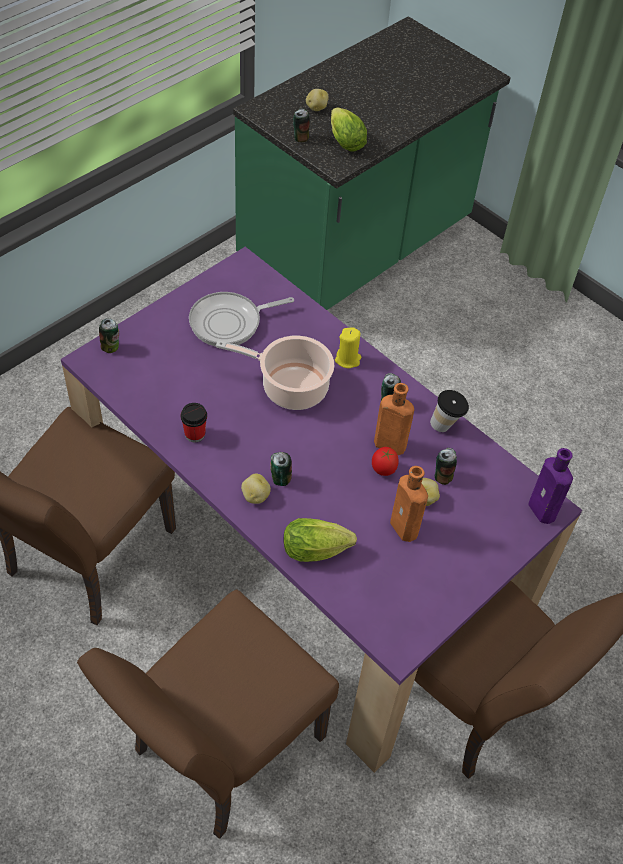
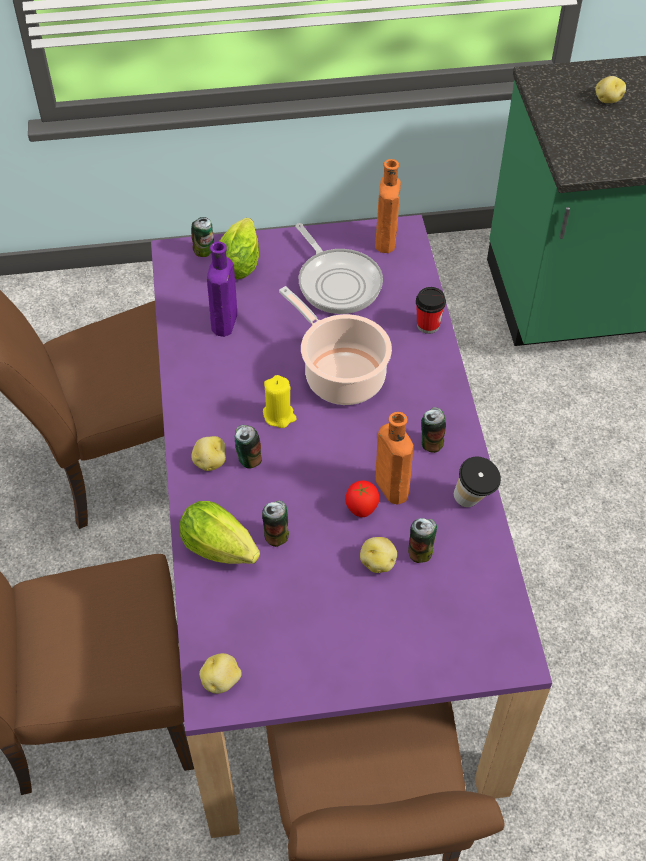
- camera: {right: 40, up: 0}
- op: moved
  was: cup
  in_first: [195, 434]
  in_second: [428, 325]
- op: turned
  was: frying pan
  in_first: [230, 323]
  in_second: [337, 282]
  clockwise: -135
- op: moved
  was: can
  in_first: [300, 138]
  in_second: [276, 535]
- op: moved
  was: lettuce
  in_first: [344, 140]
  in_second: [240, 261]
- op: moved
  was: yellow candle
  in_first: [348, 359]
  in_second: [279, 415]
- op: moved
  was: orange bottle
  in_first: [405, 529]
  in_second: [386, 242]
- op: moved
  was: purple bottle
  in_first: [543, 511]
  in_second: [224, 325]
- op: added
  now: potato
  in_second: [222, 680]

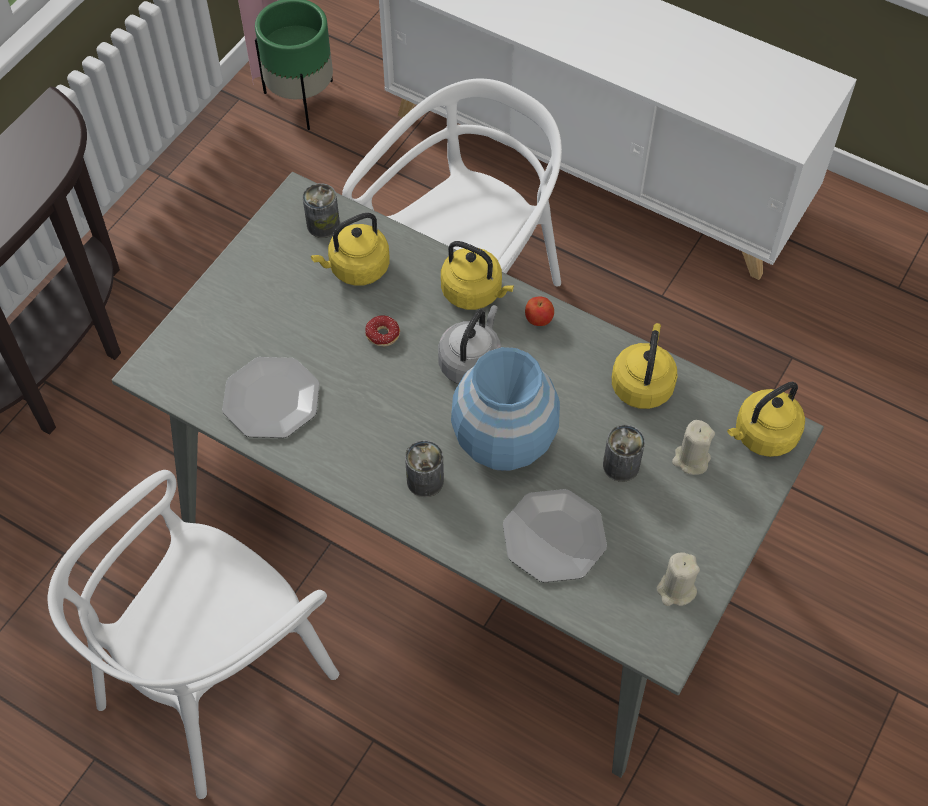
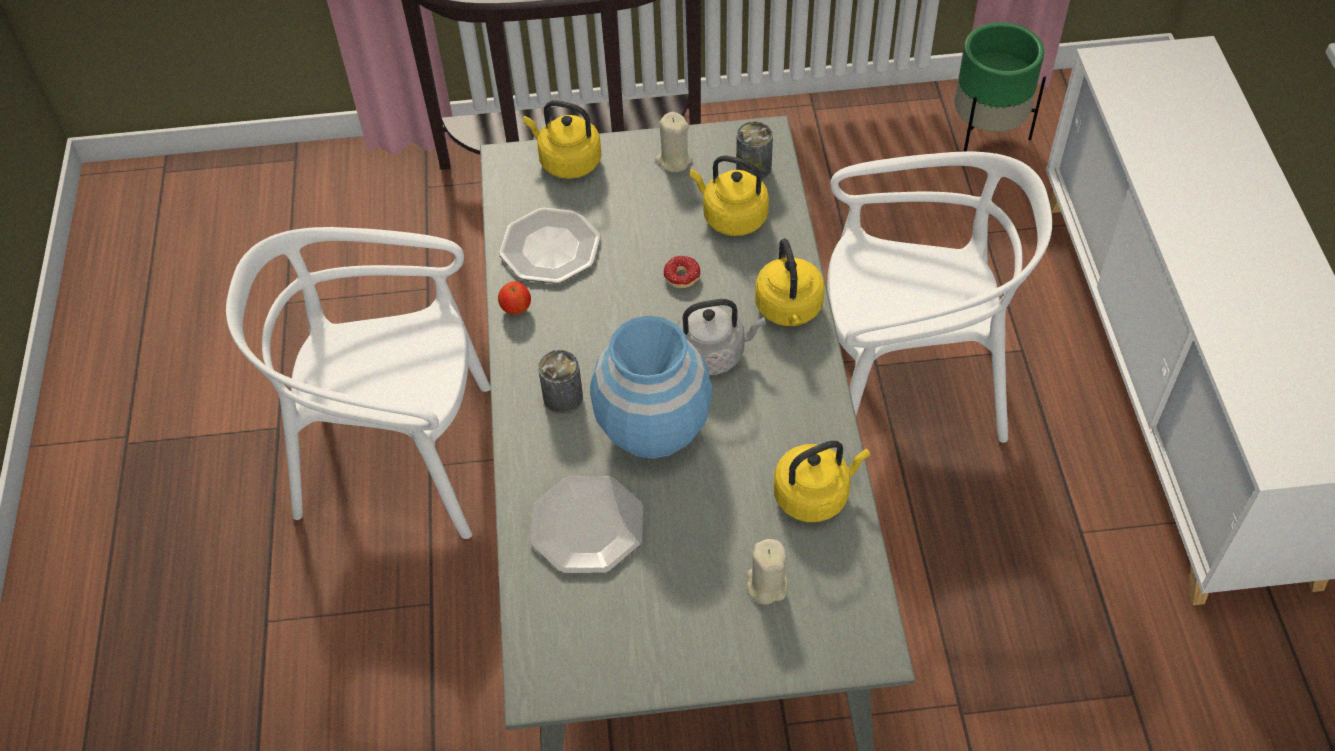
- camera: {right: 55, up: -5}
- op: moved
  was: apple
  in_first: [538, 320]
  in_second: [516, 308]
- op: removed
  was: can
  in_first: [621, 465]
- op: moved
  was: beige candle
  in_first: [676, 590]
  in_second: [673, 160]
- op: moved
  was: yellow kettle
  in_first: [762, 436]
  in_second: [567, 162]

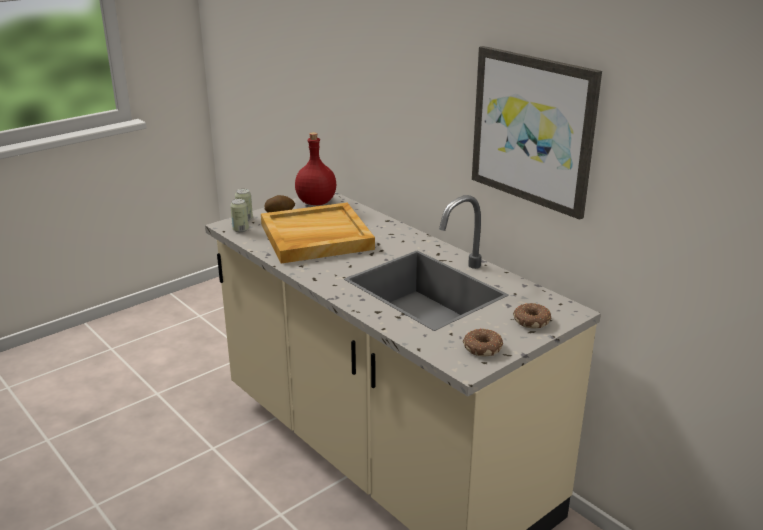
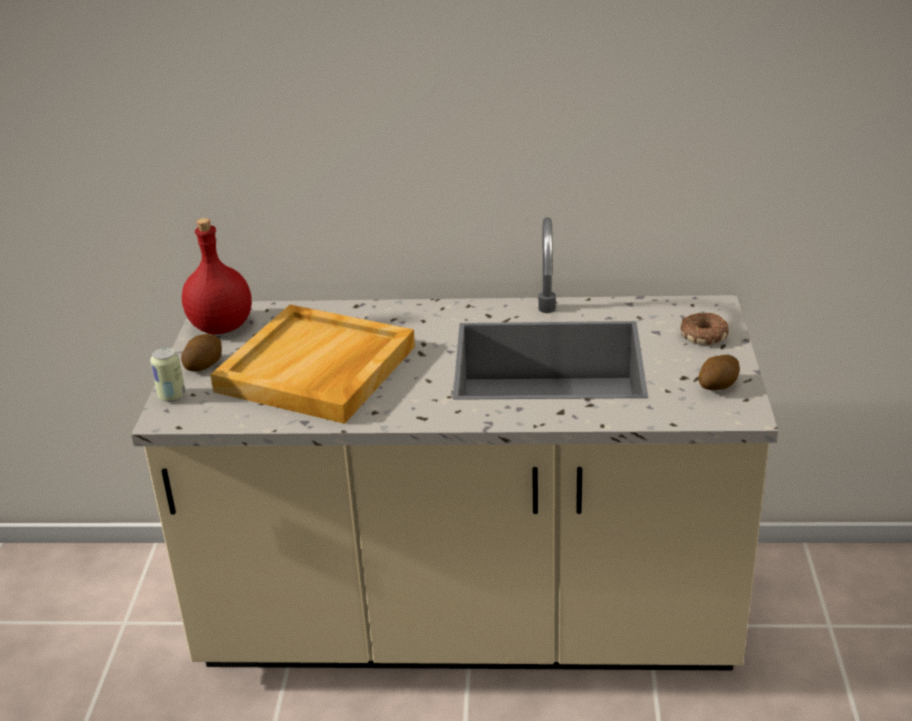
- camera: {right: -45, up: 5}
- op: removed
  was: can
  in_first: [240, 229]
- op: replaced
  was: donut
  now: potato
  in_first: [482, 347]
  in_second: [718, 386]
- op: removed
  was: picture
  in_first: [533, 129]

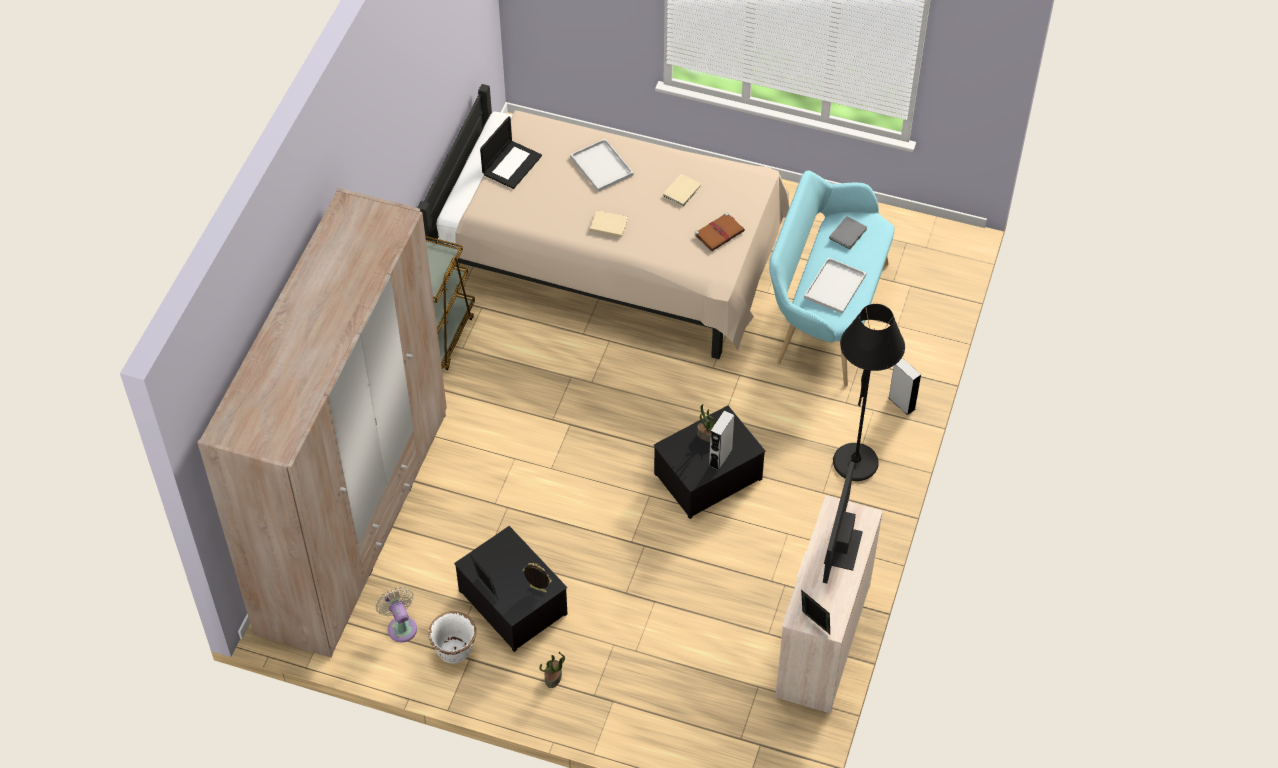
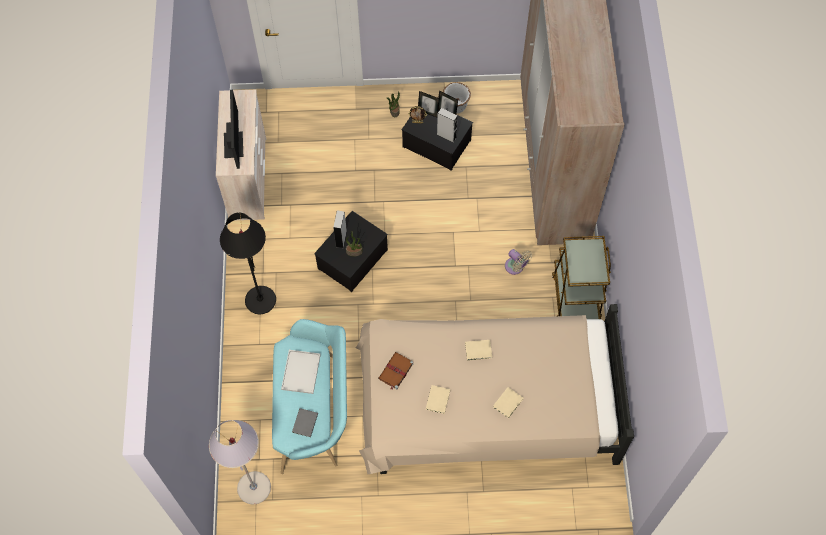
- camera: {right: 160, up: 10}
- op: moved
  was: beige fan
  in_first: [401, 626]
  in_second: [515, 267]
- op: removed
  was: laptop
  in_first: [511, 164]
- op: replaced
  was: white tray
  now: beige book
  in_first: [600, 165]
  in_second: [508, 402]
- op: moved
  was: picture frame
  in_first: [814, 625]
  in_second: [428, 112]
- op: moved
  was: grey speaker
  in_first: [901, 403]
  in_second: [446, 136]
- op: added
  now: grey floor lamp
  in_second: [254, 488]

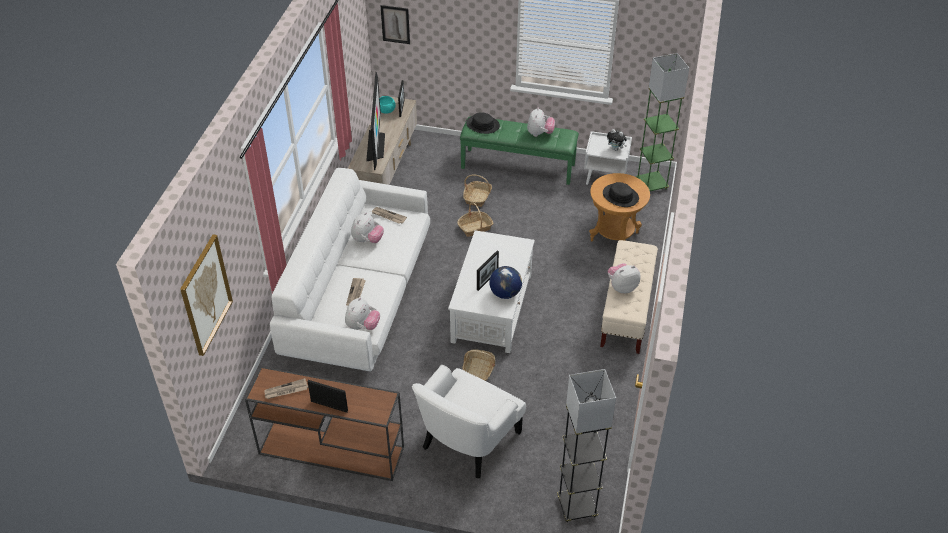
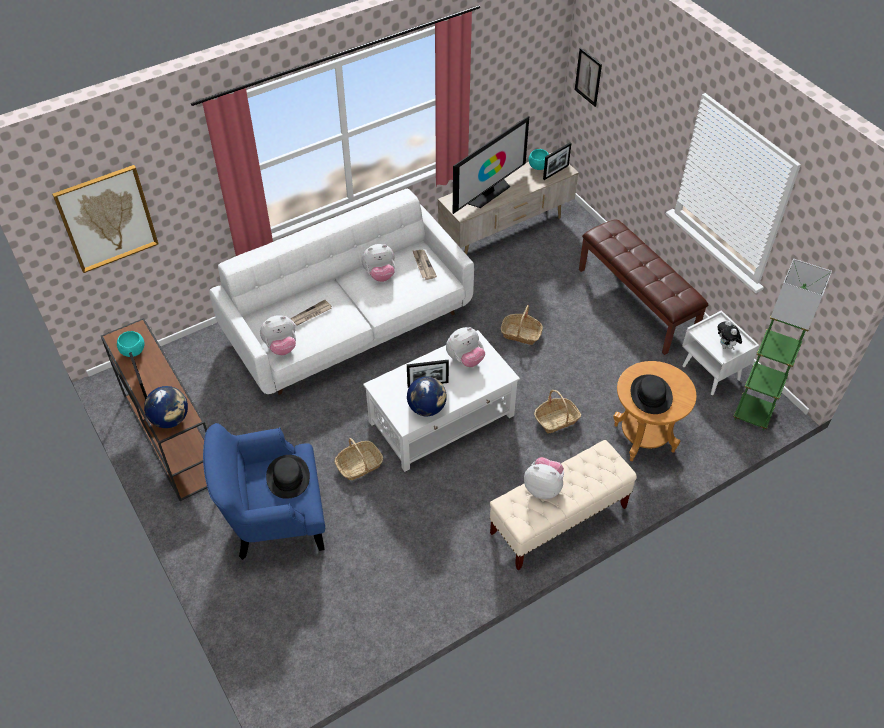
- camera: {right: 45, up: 5}
- op: replaced
  was: newspaper
  now: turquoise bowl
  in_first: [286, 390]
  in_second: [133, 352]
- op: recoloured
  was: white armchair
  now: blue armchair
  in_first: [468, 440]
  in_second: [274, 519]
- op: recoloured
  was: green bench
  now: brown bench
  in_first: [518, 166]
  in_second: [636, 302]
- op: moved
  was: basket
  in_first: [477, 197]
  in_second: [556, 420]
- op: moved
  was: black hat
  in_first: [482, 125]
  in_second: [288, 477]
- op: moved
  was: plush toy
  in_first: [540, 133]
  in_second: [465, 359]
- op: removed
  was: grey floor lamp
  in_first: [577, 507]
- op: added
  now: globe
  in_second: [170, 419]

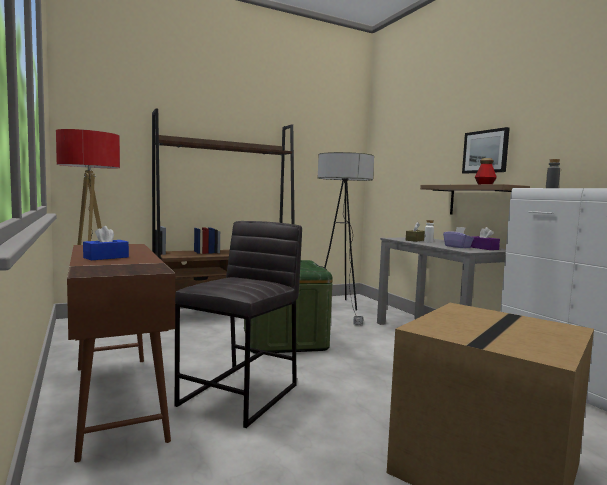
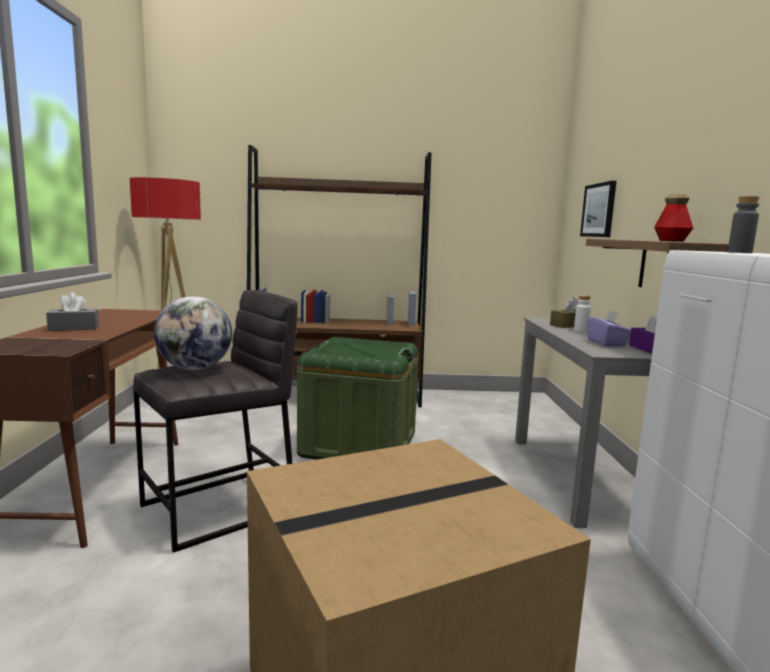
- camera: {right: 25, up: 5}
- op: recoloured
  was: blue tissue box
  now: grey tissue box
  in_first: [106, 257]
  in_second: [74, 328]
- op: removed
  was: floor lamp
  in_first: [340, 309]
- op: moved
  was: picture
  in_first: [485, 151]
  in_second: [599, 210]
- op: added
  now: globe
  in_second: [195, 368]

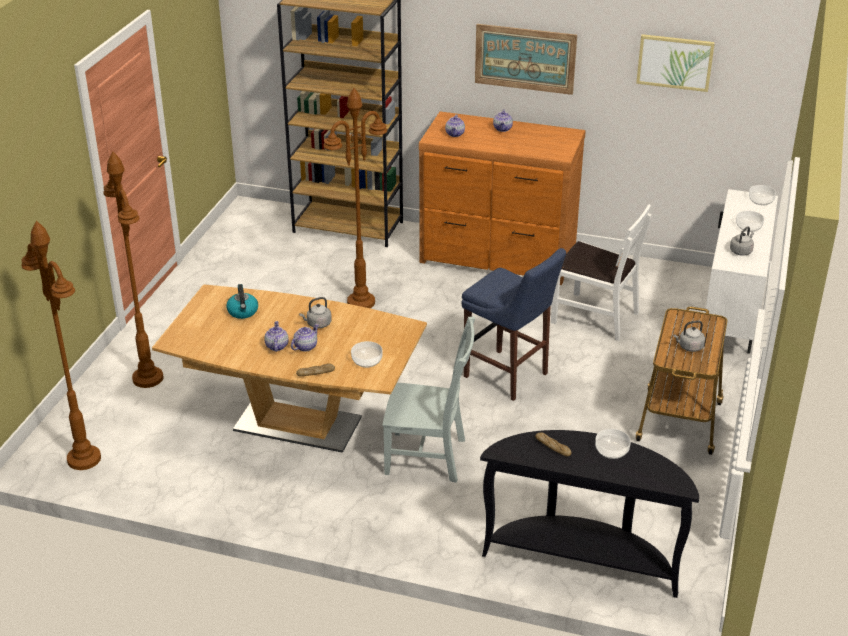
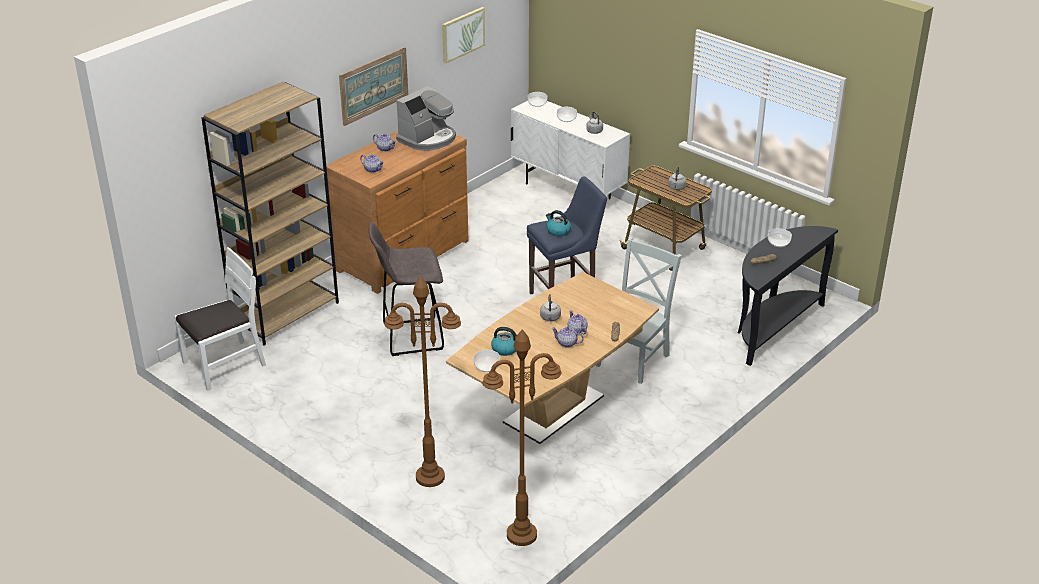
- camera: {right: -65, up: 0}
- op: replaced
  was: brown floor lamp
  now: grey stool
  in_first: [361, 302]
  in_second: [410, 337]
- op: moved
  was: bowl
  in_first: [367, 361]
  in_second: [487, 366]
- op: moved
  was: white chair
  in_first: [595, 317]
  in_second: [224, 364]
- op: added
  now: coffee machine
  in_second: [428, 139]
- op: added
  now: kettle
  in_second: [558, 231]

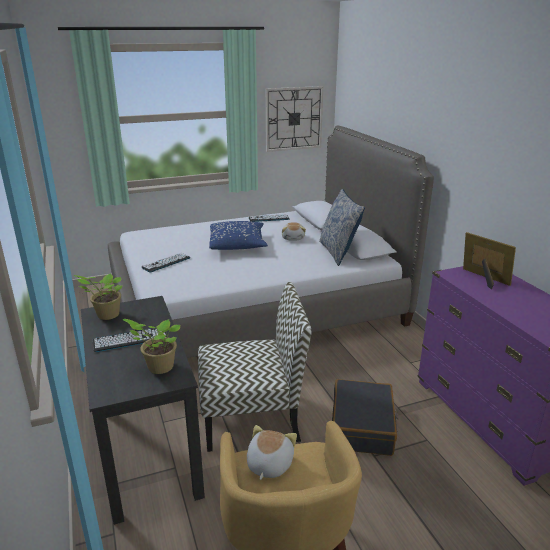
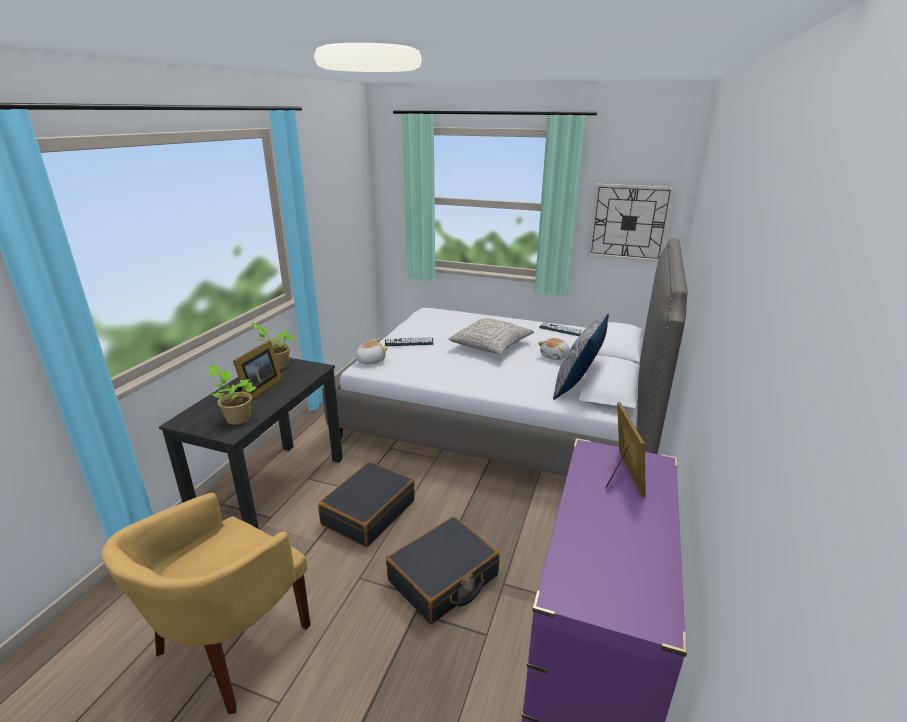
- camera: {right: 40, up: 0}
- op: replaced
  was: keyboard
  now: picture frame
  in_first: [130, 339]
  in_second: [258, 390]
- op: replaced
  was: chair
  now: black suitcase
  in_first: [252, 417]
  in_second: [368, 512]
- op: recoloured
  was: blue pillow
  now: grey pillow
  in_first: [237, 244]
  in_second: [491, 345]
- op: moved
  was: plush toy
  in_first: [268, 464]
  in_second: [370, 360]

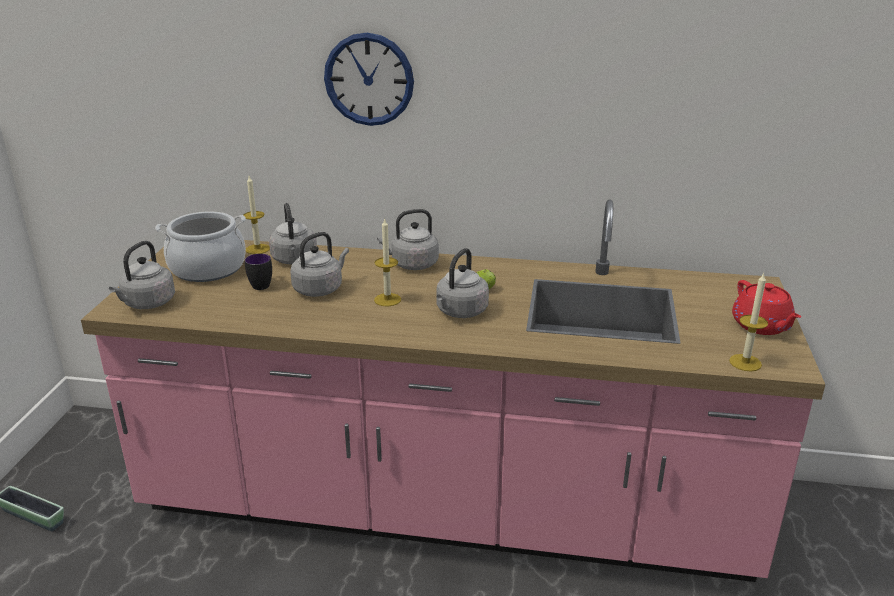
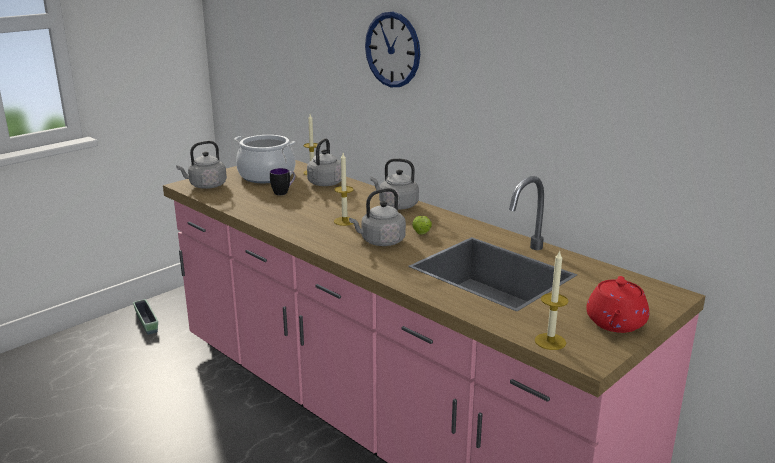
- camera: {right: 35, up: -5}
- op: removed
  was: grey kettle
  in_first: [320, 289]

